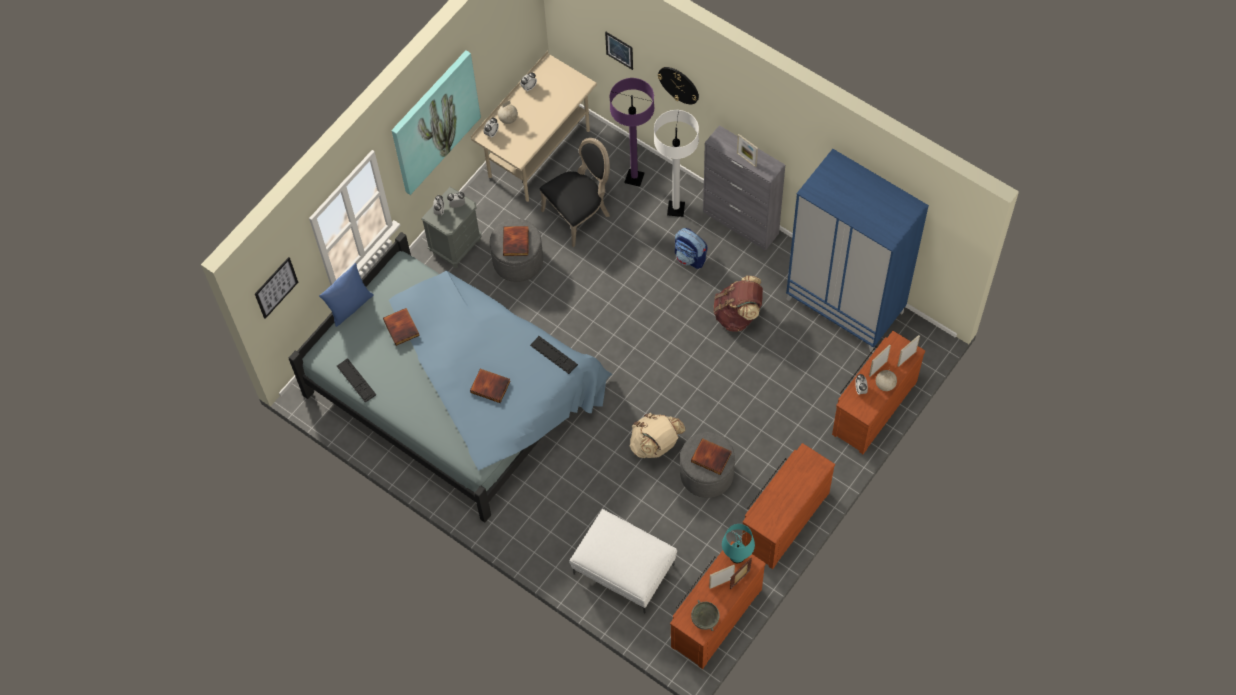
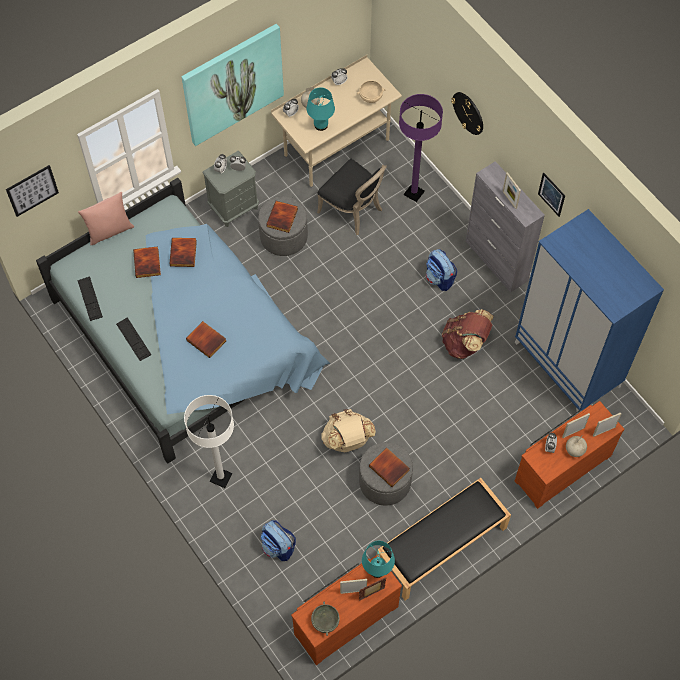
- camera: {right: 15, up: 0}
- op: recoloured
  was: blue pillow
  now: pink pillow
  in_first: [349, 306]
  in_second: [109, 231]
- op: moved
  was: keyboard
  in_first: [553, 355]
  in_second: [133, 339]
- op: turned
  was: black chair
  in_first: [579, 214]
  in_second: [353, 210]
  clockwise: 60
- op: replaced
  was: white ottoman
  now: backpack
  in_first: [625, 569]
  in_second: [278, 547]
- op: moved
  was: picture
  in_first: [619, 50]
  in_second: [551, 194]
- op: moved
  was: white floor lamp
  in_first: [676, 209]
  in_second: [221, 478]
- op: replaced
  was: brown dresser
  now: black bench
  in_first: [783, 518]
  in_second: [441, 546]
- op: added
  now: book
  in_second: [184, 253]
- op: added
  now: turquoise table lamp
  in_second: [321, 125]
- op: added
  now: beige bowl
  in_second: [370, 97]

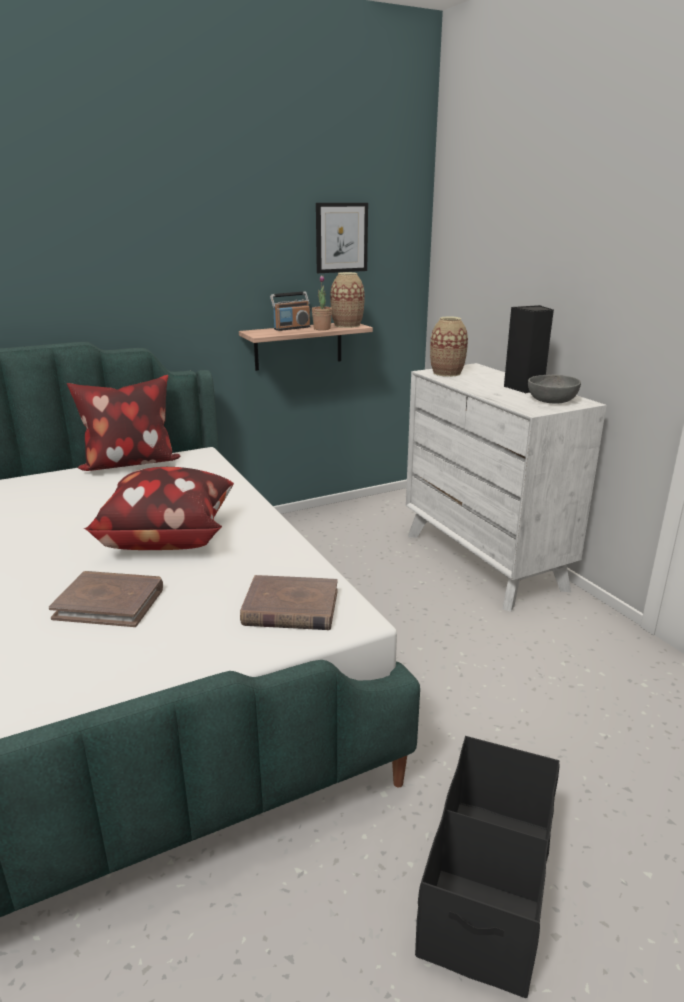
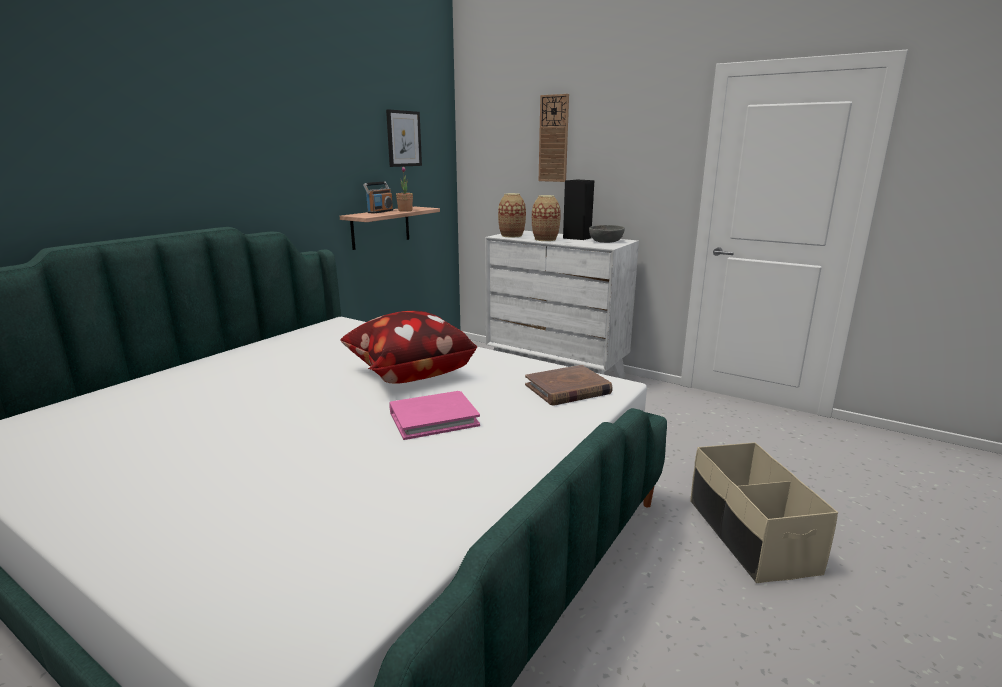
- camera: {right: -30, up: -5}
- op: recoloured
  was: brown book
  now: pink book
  in_first: [110, 602]
  in_second: [433, 418]
- op: removed
  was: pillow
  in_first: [129, 464]
- op: moved
  was: vase
  in_first: [347, 325]
  in_second: [545, 239]
- op: recoloured
  was: black storage box
  now: beige storage box
  in_first: [486, 887]
  in_second: [750, 535]
- op: added
  now: wall clock
  in_second: [553, 139]

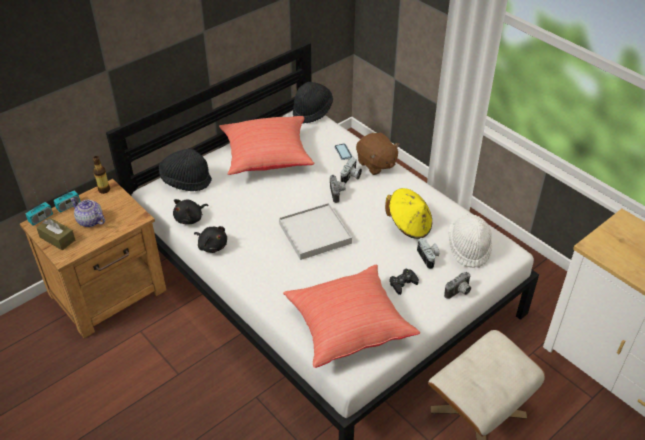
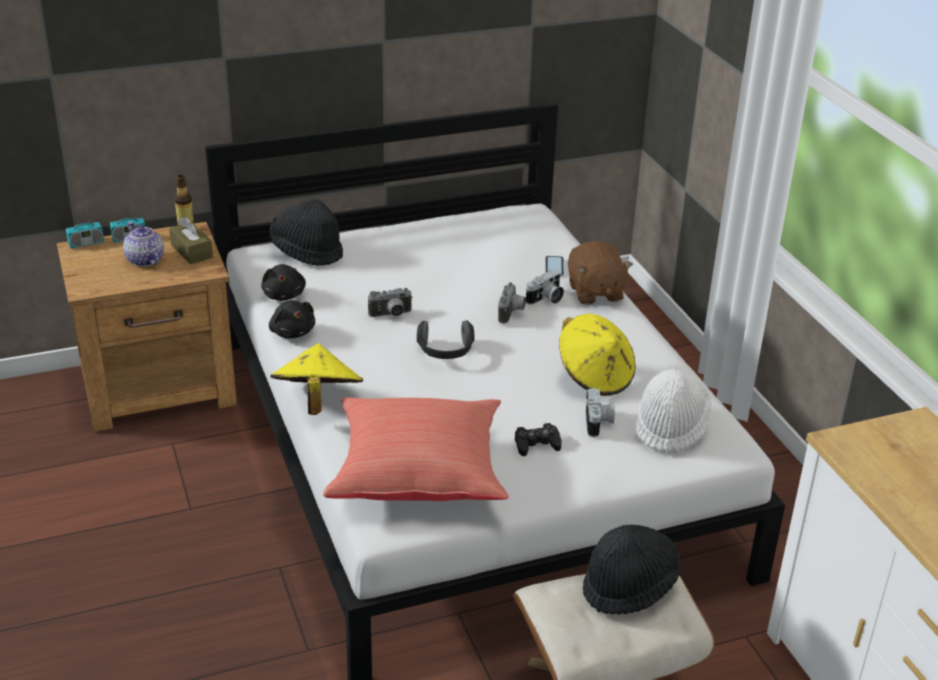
- camera: {right: 20, up: -10}
- op: moved
  was: brown tissue box
  in_first: [57, 239]
  in_second: [191, 251]
- op: turned
  was: black plush toy
  in_first: [190, 218]
  in_second: [284, 295]
  clockwise: -75
- op: removed
  was: red pillow
  in_first: [267, 158]
- op: replaced
  was: white tray
  now: headphones
  in_first: [314, 233]
  in_second: [445, 352]
- op: moved
  was: black hat
  in_first: [312, 111]
  in_second: [629, 587]
- op: moved
  was: photo camera
  in_first: [459, 293]
  in_second: [391, 315]
- op: added
  now: yellow hat
  in_second: [317, 402]

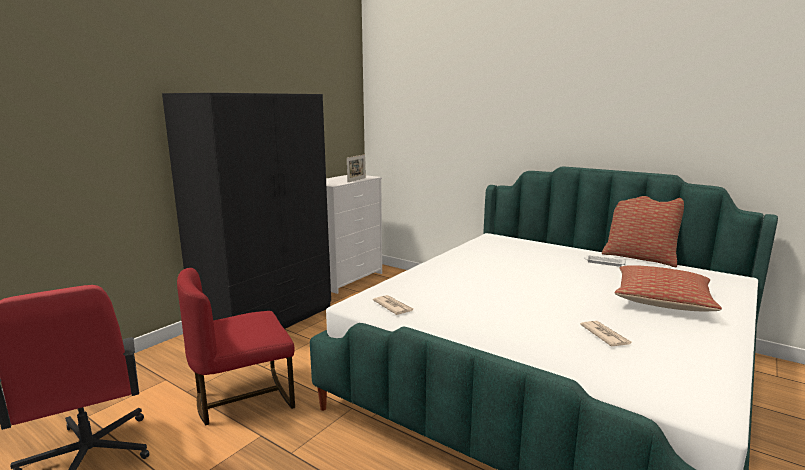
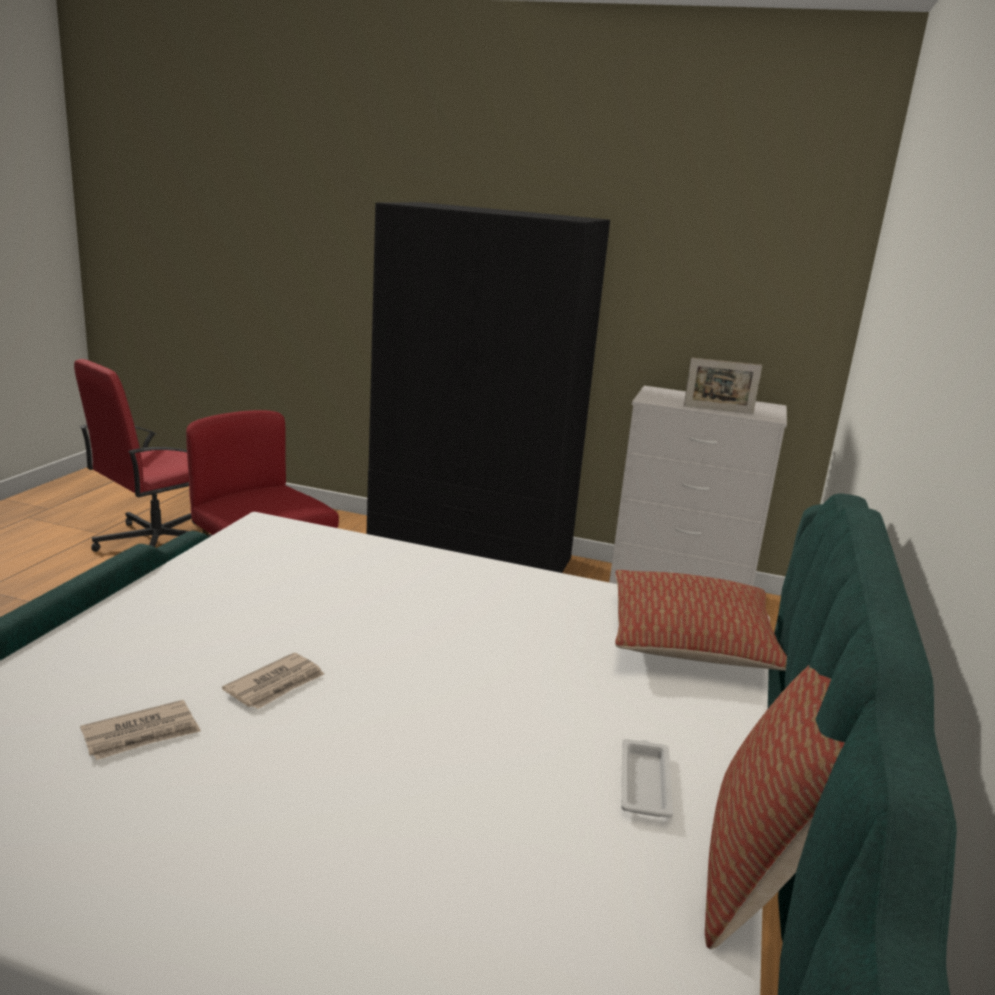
- camera: {right: 70, up: 5}
- op: moved
  was: newspaper
  in_first: [393, 306]
  in_second: [276, 685]
- op: moved
  was: pillow
  in_first: [662, 301]
  in_second: [691, 641]

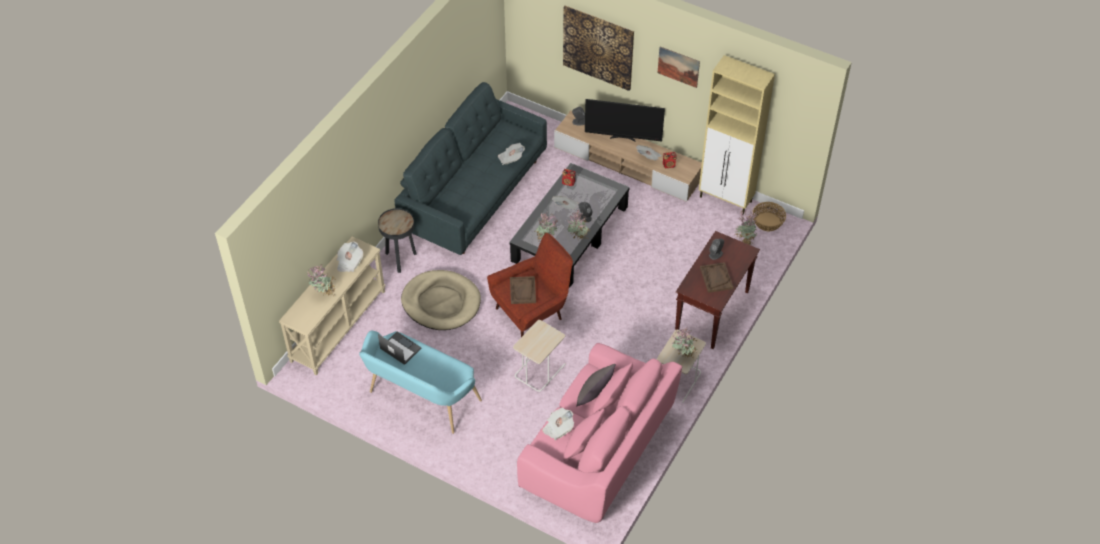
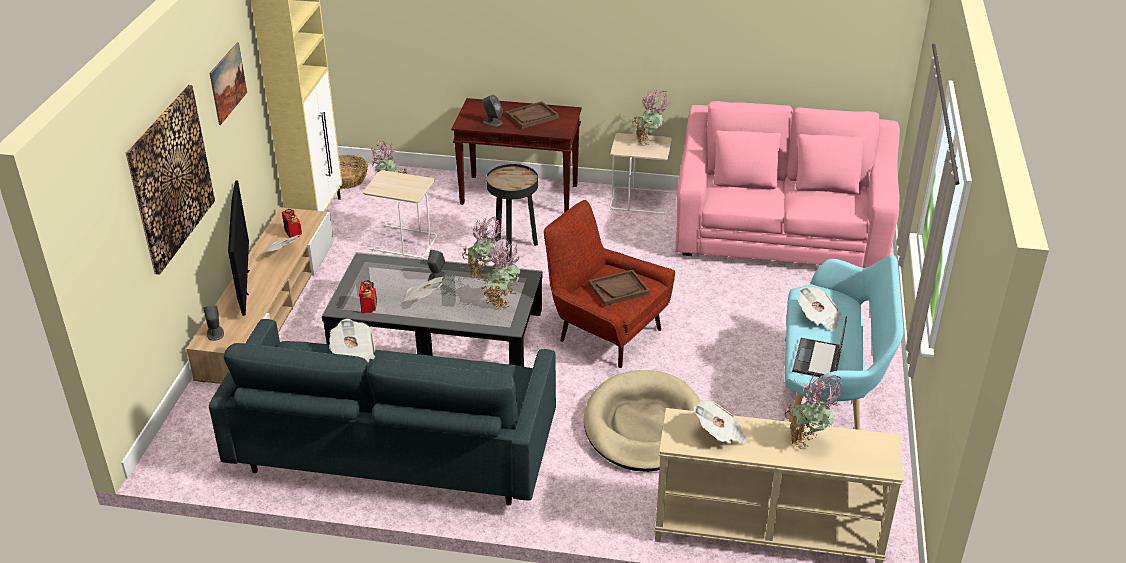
- camera: {right: -110, up: -15}
- op: moved
  was: black side table
  in_first: [400, 260]
  in_second: [514, 249]
- op: moved
  was: beige side table
  in_first: [539, 369]
  in_second: [403, 242]
- op: moved
  was: newspaper
  in_first: [558, 428]
  in_second: [818, 318]
- op: removed
  was: grey pillow
  in_first: [595, 396]

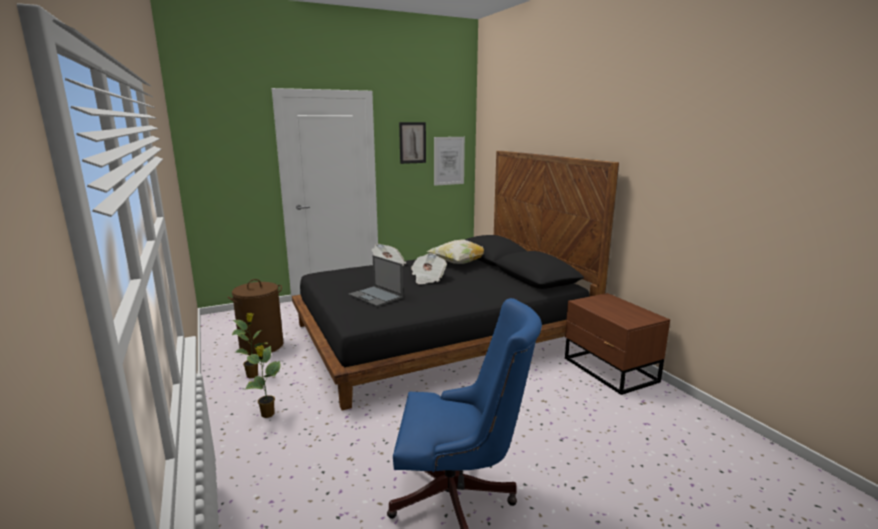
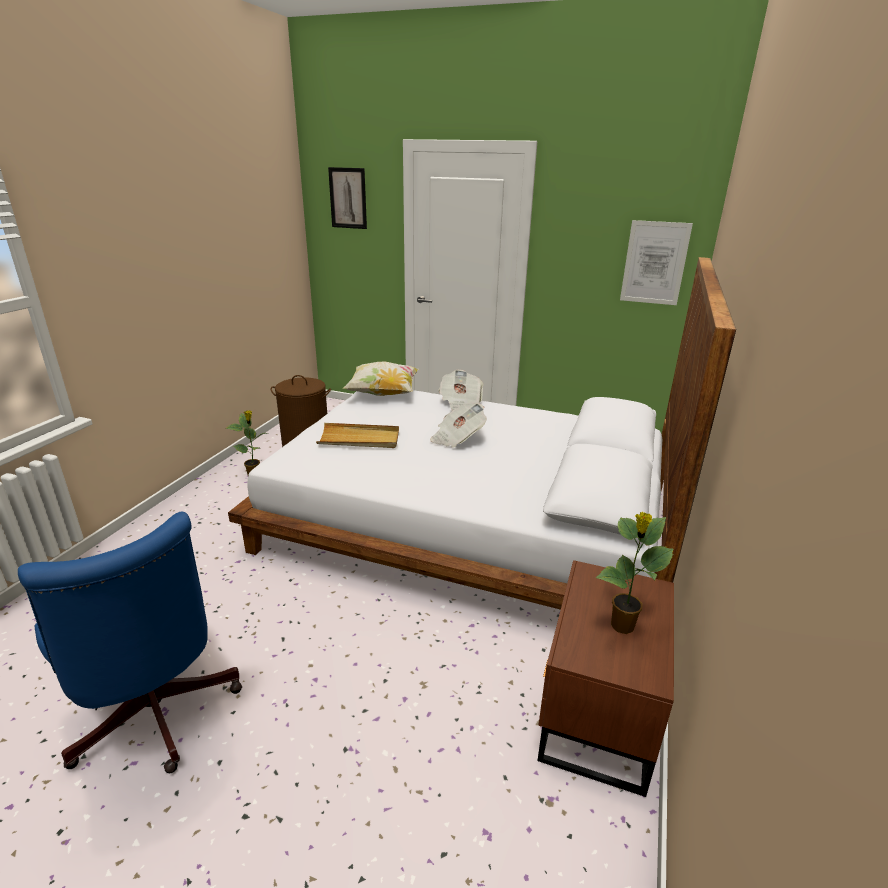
- camera: {right: 45, up: 10}
- op: moved
  was: potted plant
  in_first: [268, 414]
  in_second: [622, 627]
- op: recoloured
  was: black bed
  now: white bed
  in_first: [439, 335]
  in_second: [468, 520]
- op: replaced
  was: laptop
  now: beige tray
  in_first: [376, 296]
  in_second: [359, 439]
- op: moved
  was: picture
  in_first: [412, 142]
  in_second: [348, 198]
- op: moved
  was: pillow
  in_first: [459, 263]
  in_second: [383, 394]

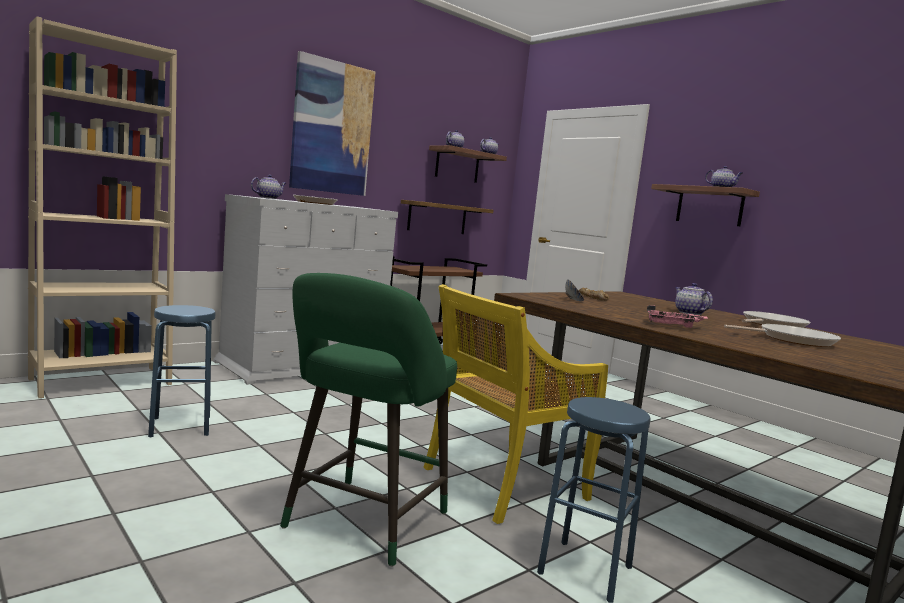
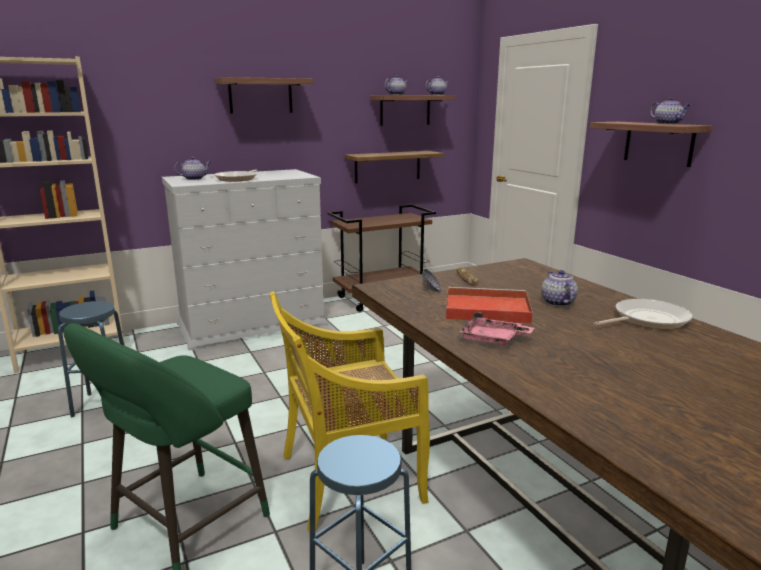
- camera: {right: 15, up: 10}
- op: replaced
  was: picture
  now: shelf
  in_first: [332, 127]
  in_second: [260, 96]
- op: removed
  was: frying pan
  in_first: [792, 340]
- op: added
  now: red tray
  in_second: [485, 309]

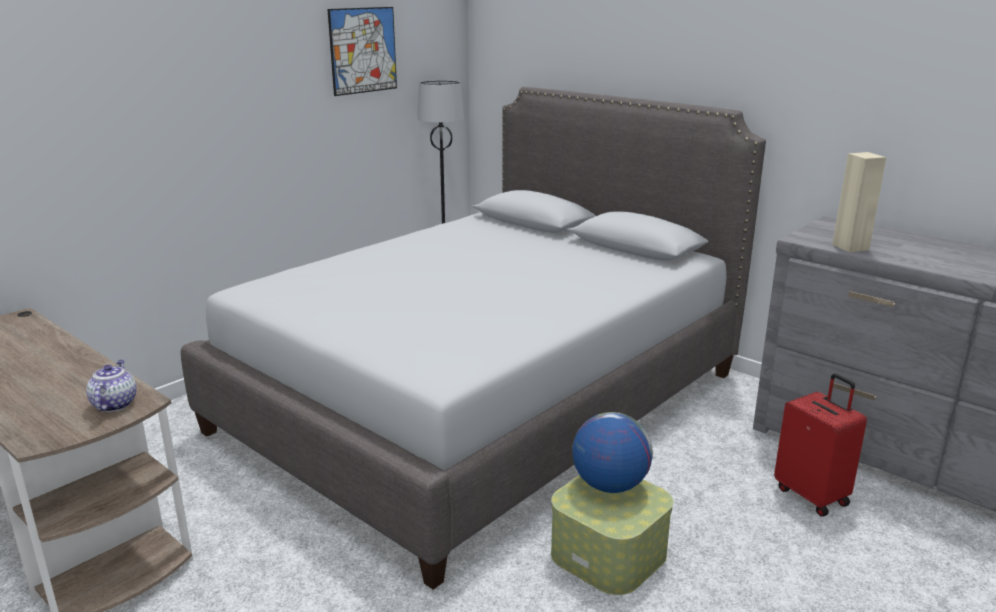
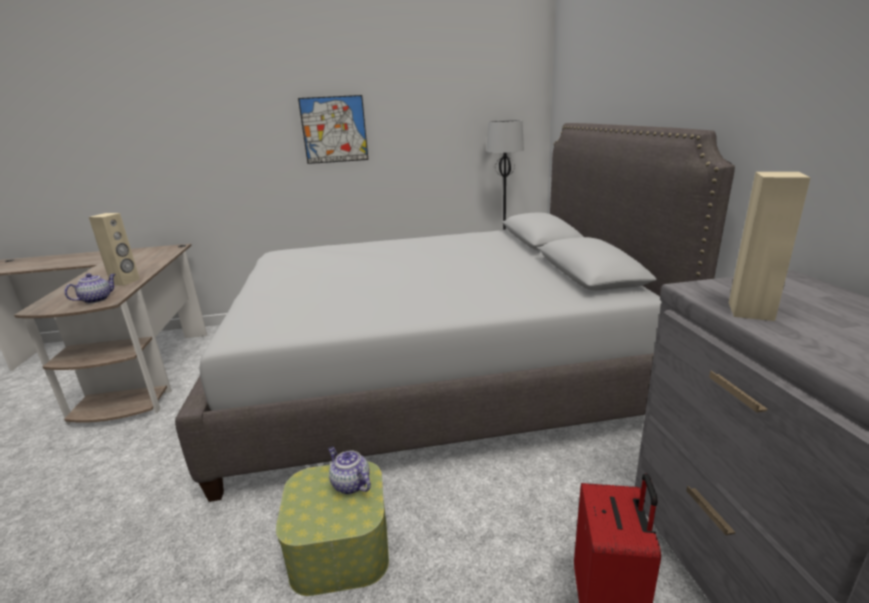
- camera: {right: 40, up: 0}
- op: moved
  was: picture
  in_first: [363, 50]
  in_second: [334, 129]
- op: replaced
  was: globe
  now: teapot
  in_first: [609, 485]
  in_second: [350, 484]
- op: added
  now: beige speaker
  in_second: [125, 282]

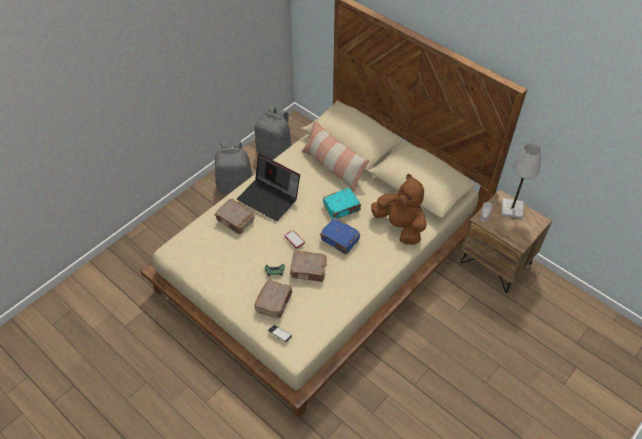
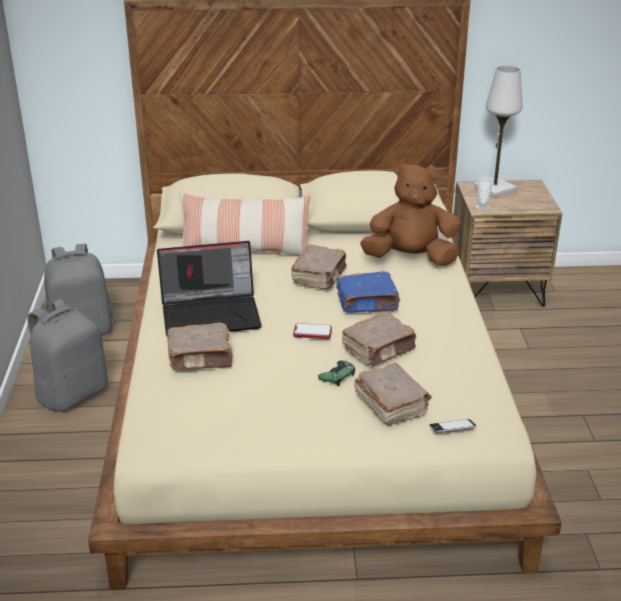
- camera: {right: -45, up: -20}
- op: recoloured
  was: turquoise book
  now: brown book
  in_first: [342, 208]
  in_second: [320, 276]

